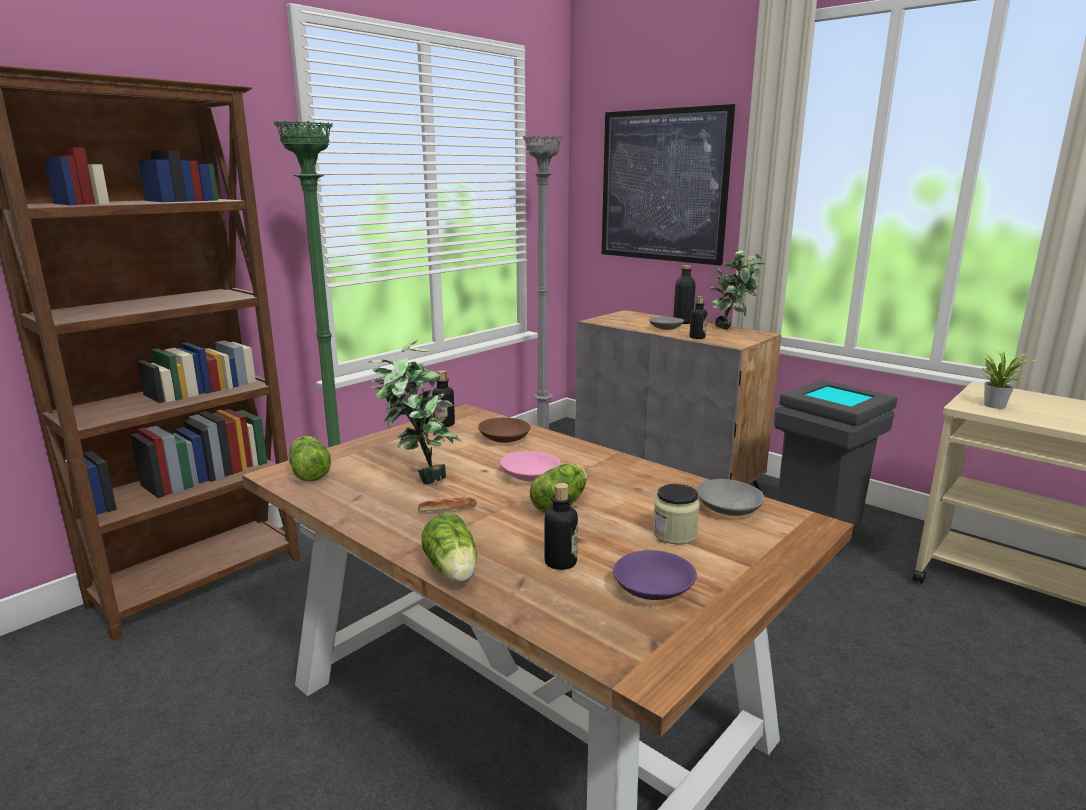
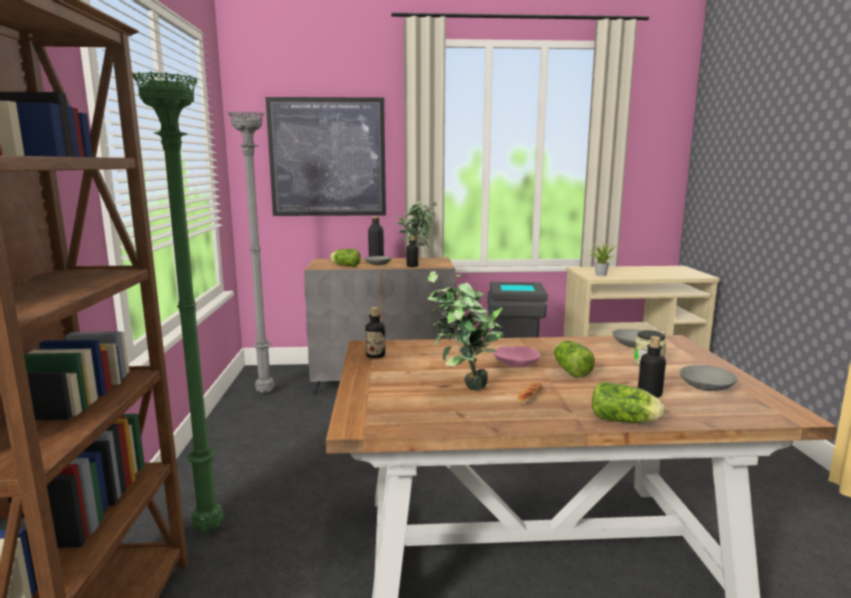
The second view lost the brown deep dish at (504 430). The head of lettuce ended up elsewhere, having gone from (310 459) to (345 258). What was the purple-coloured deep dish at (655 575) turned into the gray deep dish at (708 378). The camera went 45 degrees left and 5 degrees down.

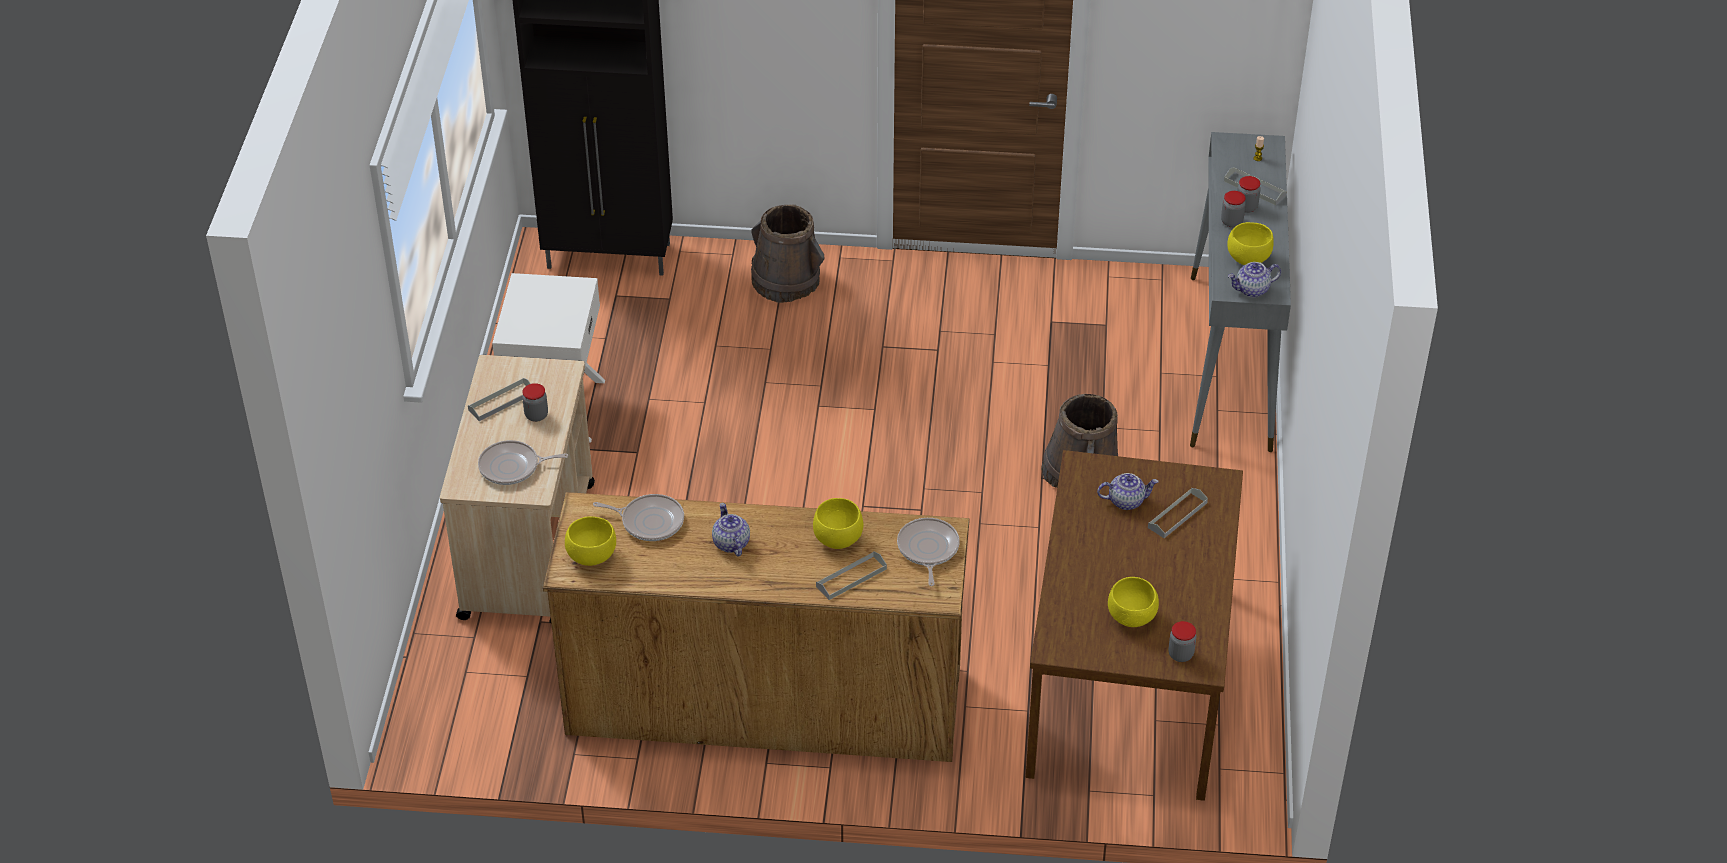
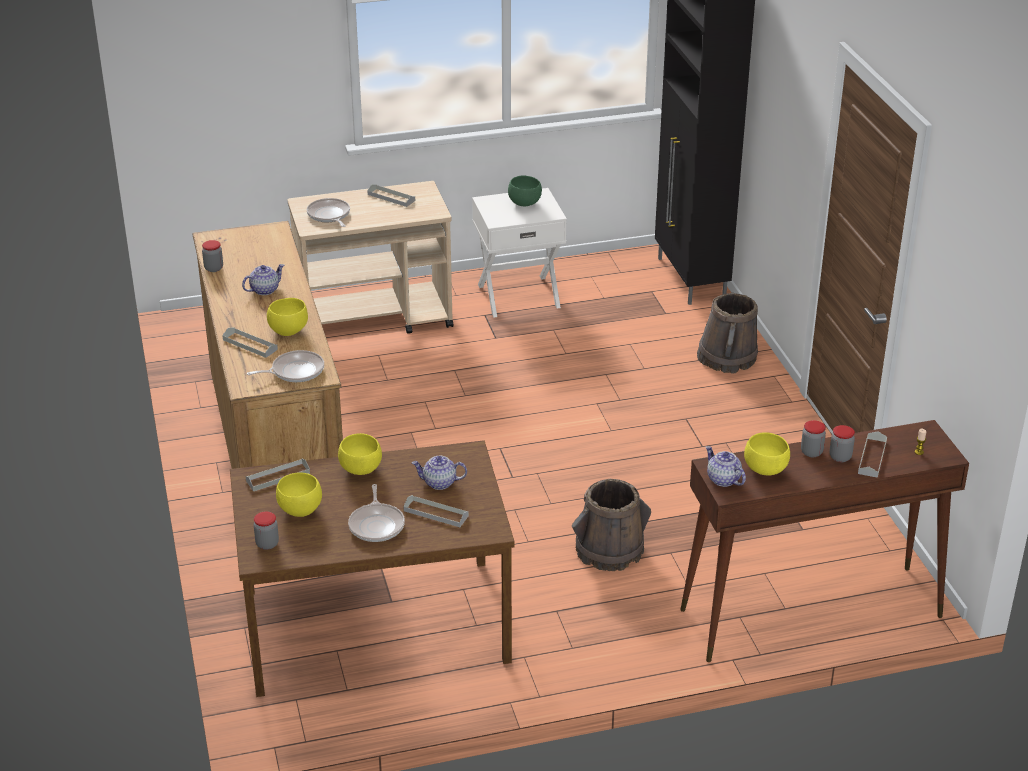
What was the gray hall table at (1240 292) turned into the brown hall table at (824 541). The storage jar ended up elsewhere, having gone from (535 402) to (212 256). The tea pot at (1127 491) ended up facing another way, 120 degrees clockwise from before. The skillet ended up elsewhere, having gone from (638 517) to (376 513). The yellow deep dish ended up elsewhere, having gone from (590 541) to (360 454). The second view gained the green deep dish at (525 191). The second view gained the gray tray at (278 474). The camera went 70 degrees right and 10 degrees down.

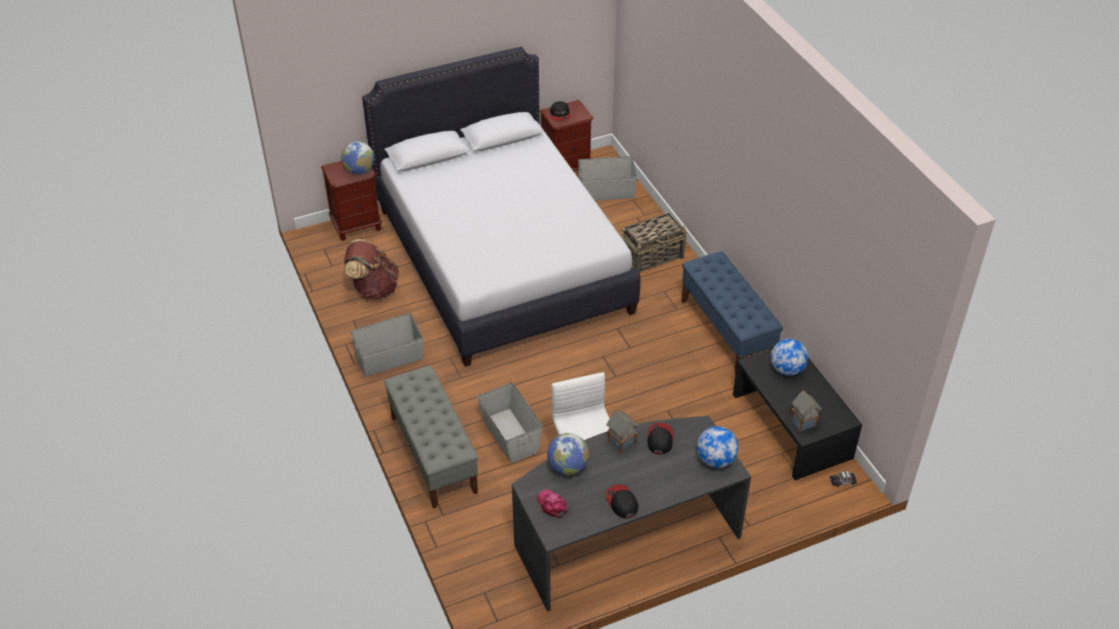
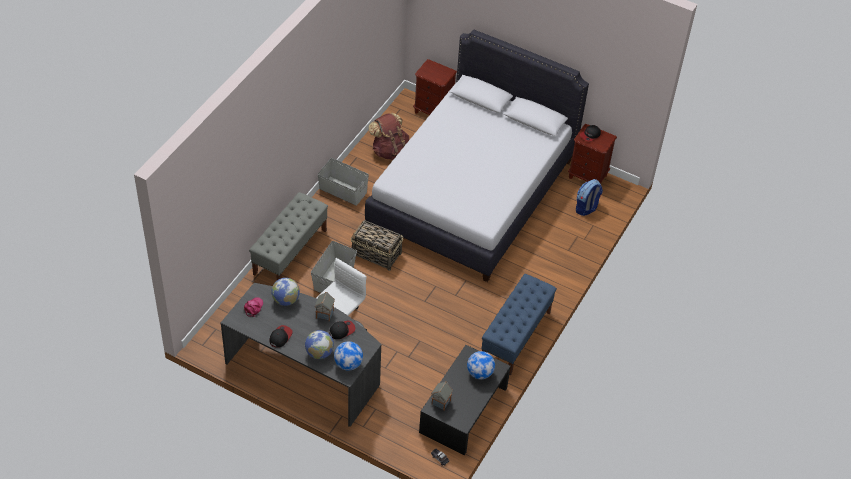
The globe ended up elsewhere, having gone from (358 157) to (319 344). Where the gray storage bin stood at (607 178), the knapsack came to stand at (589 197). The storage basket ended up elsewhere, having gone from (654 242) to (377 245). The camera went 50 degrees right and 5 degrees up.

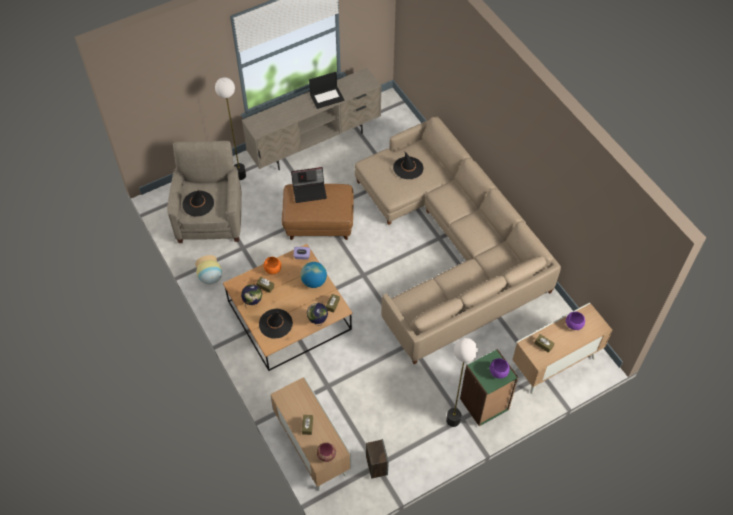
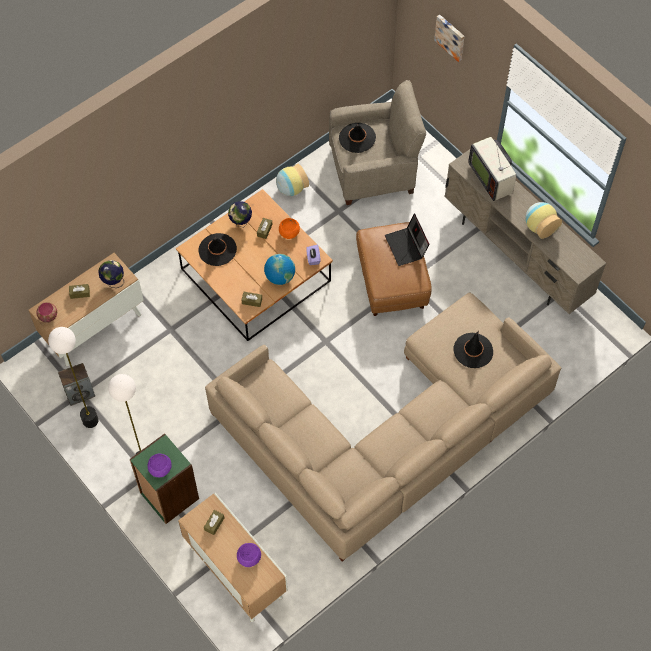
Where the portable computer stood at (326 90), the decorative vase came to stand at (543 220). The standing lamp ended up elsewhere, having gone from (230 128) to (73 377). The globe ended up elsewhere, having gone from (317 314) to (111 274). The second view gained the picture at (449 38). The second view gained the TV at (492 169). The camera went 80 degrees right and 5 degrees up.

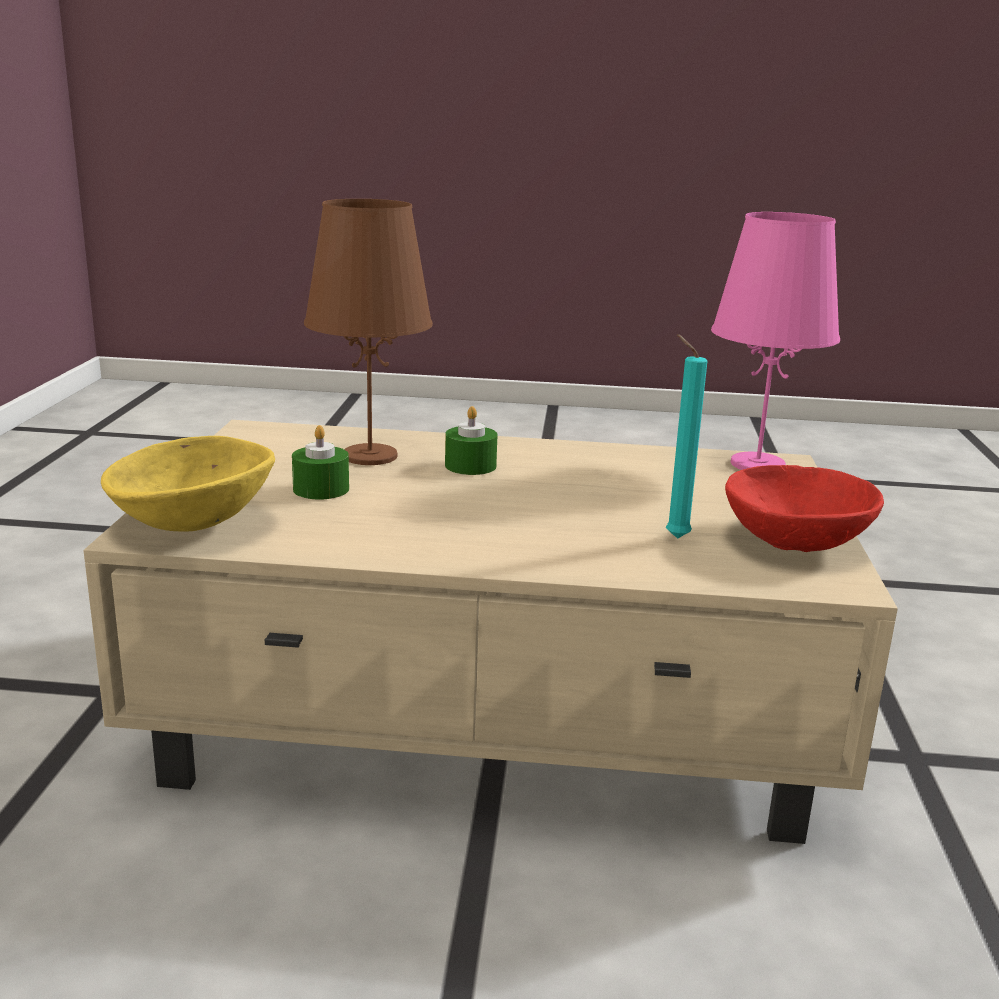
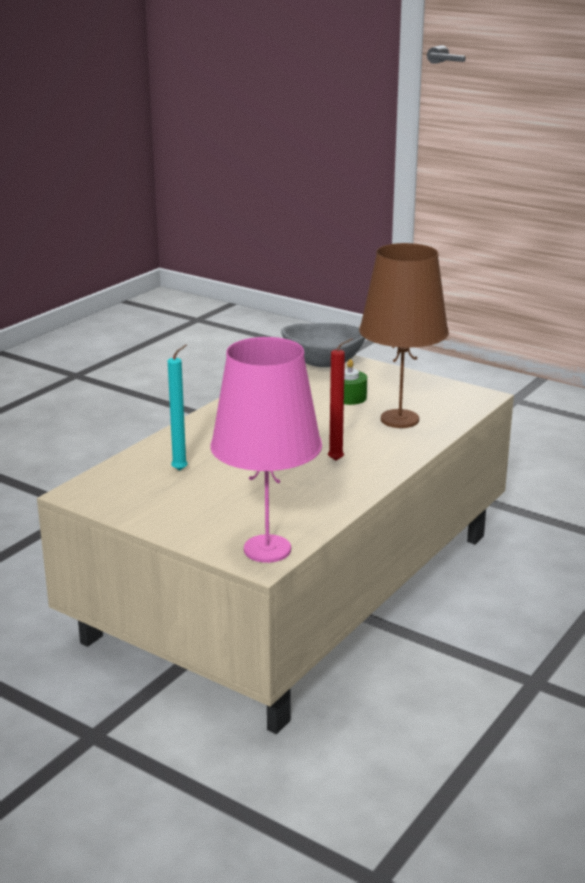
The second view lost the green wax candle at (471 440). What was the yellow deep dish at (188 484) turned into the gray deep dish at (323 345). The second view lost the red-coloured deep dish at (804 508). The second view gained the red-coloured wax candle at (340 400). The camera went 120 degrees right and 5 degrees up.

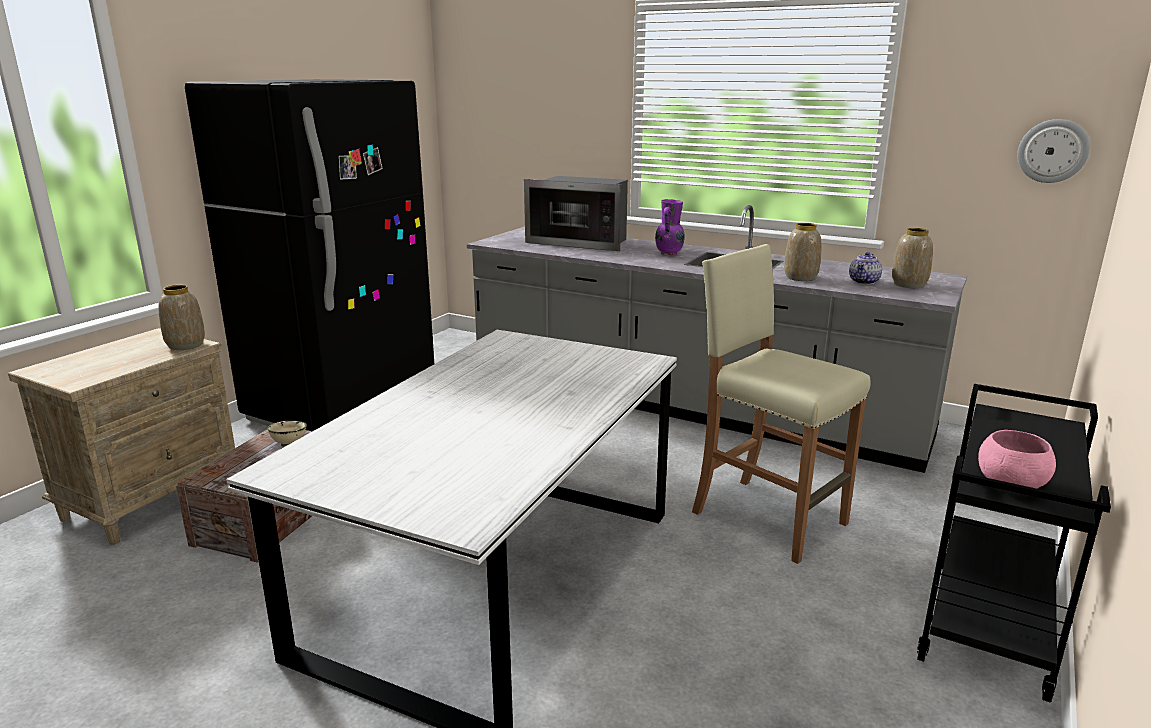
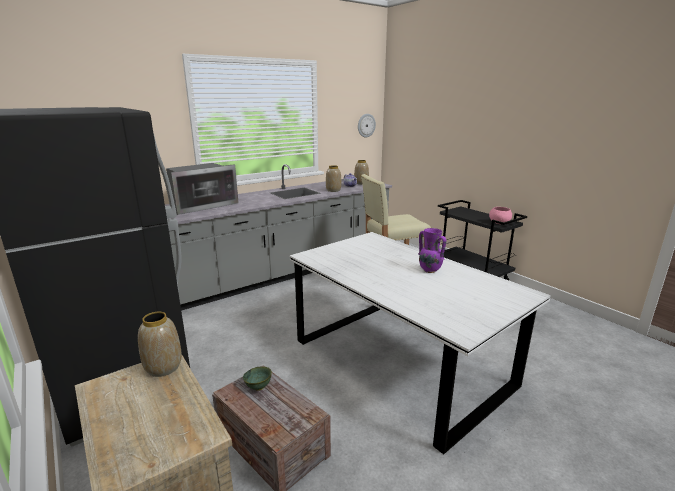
The purple-coloured decorative vase ended up elsewhere, having gone from (670 227) to (432 250). What was the beige-coloured deep dish at (287 434) turned into the green deep dish at (257 379). The camera went 65 degrees left and 0 degrees up.

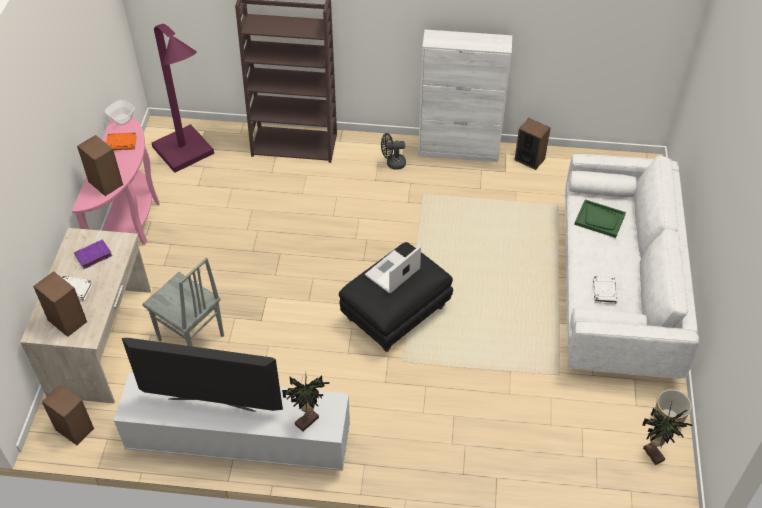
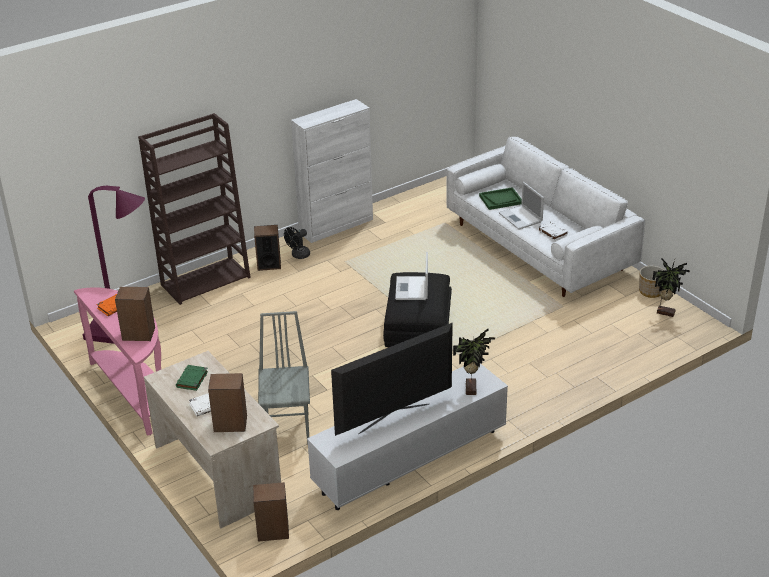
The second view lost the deep dish at (120 112). The audio speaker ended up elsewhere, having gone from (532 144) to (267 248). What was the purple-coloured volume at (93 254) turned into the green volume at (192 378). The gray plain chair at (183 302) ended up facing another way, 90 degrees counterclockwise from before. The second view gained the portable computer at (521 206). The camera went 40 degrees left and 15 degrees down.

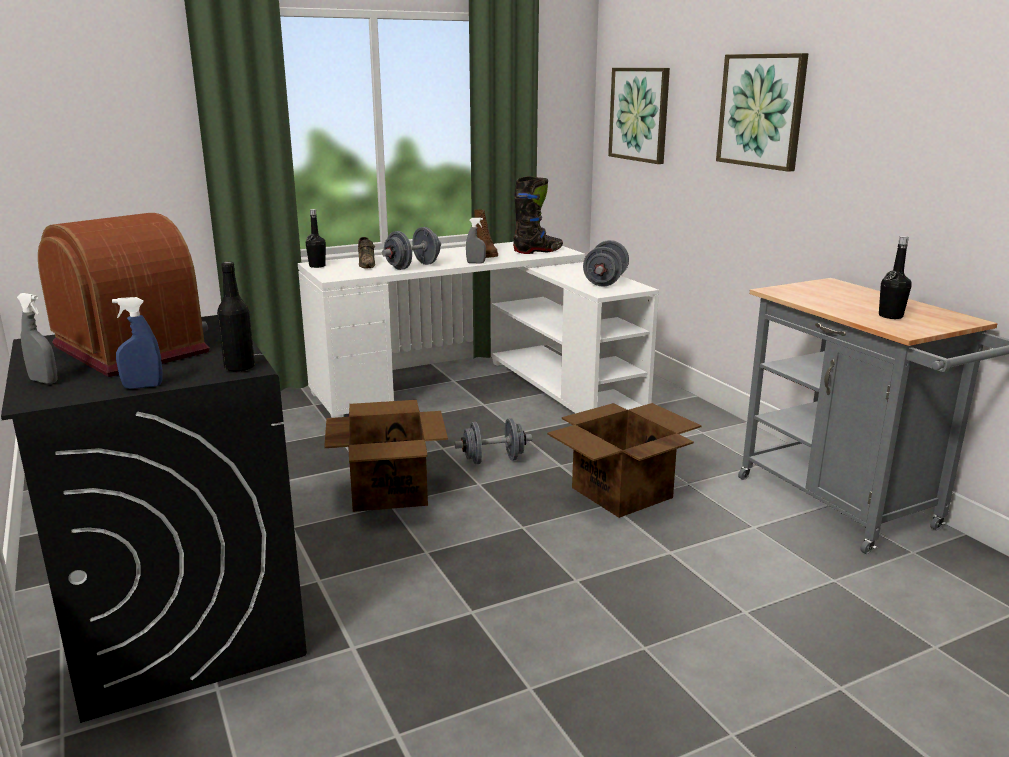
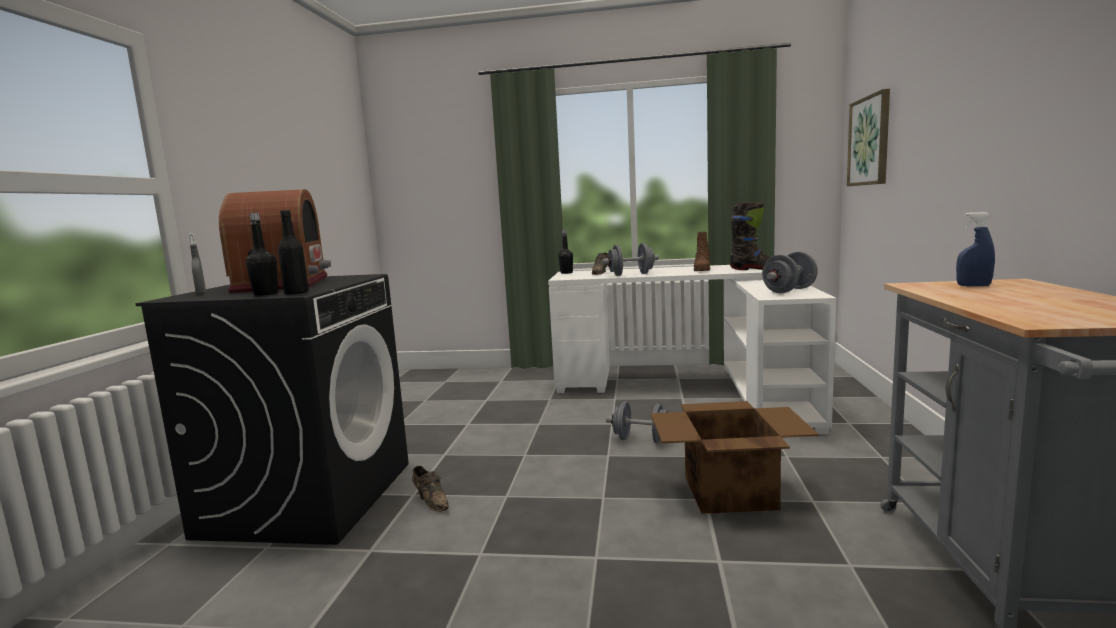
The second view lost the picture at (762 112). The second view lost the gray hand sprayer at (476 240). The blackish drink bottle ended up elsewhere, having gone from (895 277) to (262 254). The blue hand sprayer ended up elsewhere, having gone from (137 343) to (975 249). The second view lost the cardboard box at (386 456). The second view gained the brown item of footwear at (430 489). The camera went 35 degrees right and 10 degrees down.

